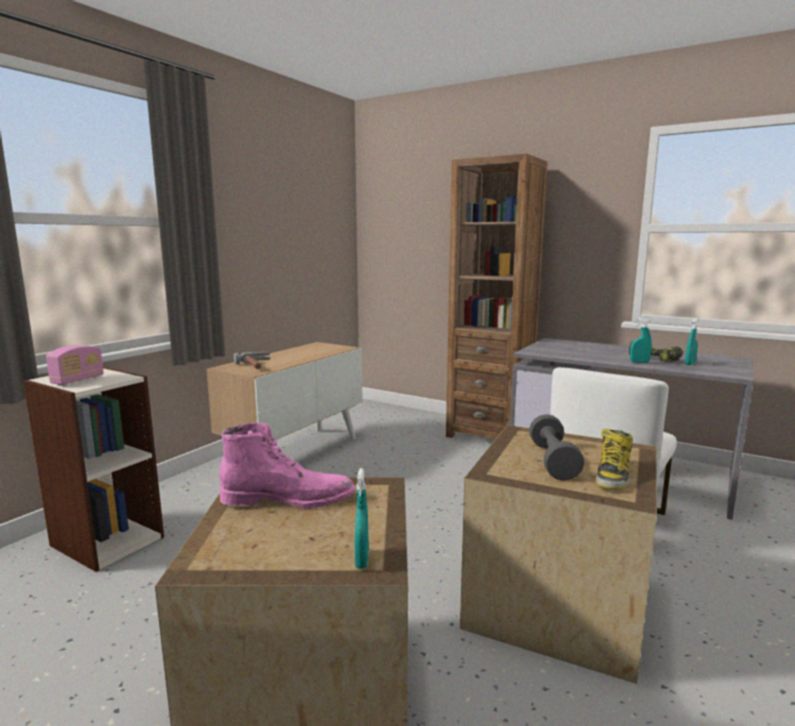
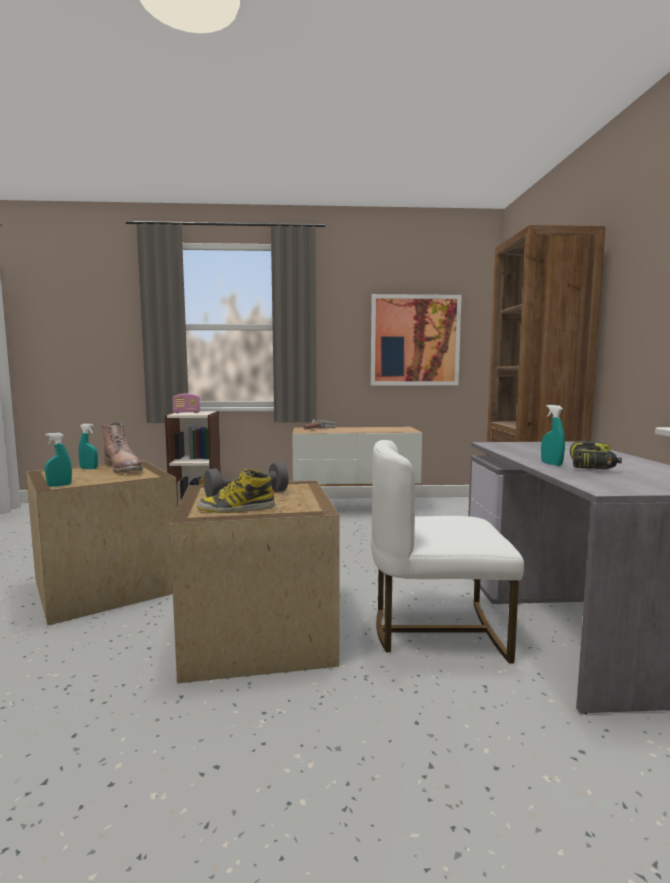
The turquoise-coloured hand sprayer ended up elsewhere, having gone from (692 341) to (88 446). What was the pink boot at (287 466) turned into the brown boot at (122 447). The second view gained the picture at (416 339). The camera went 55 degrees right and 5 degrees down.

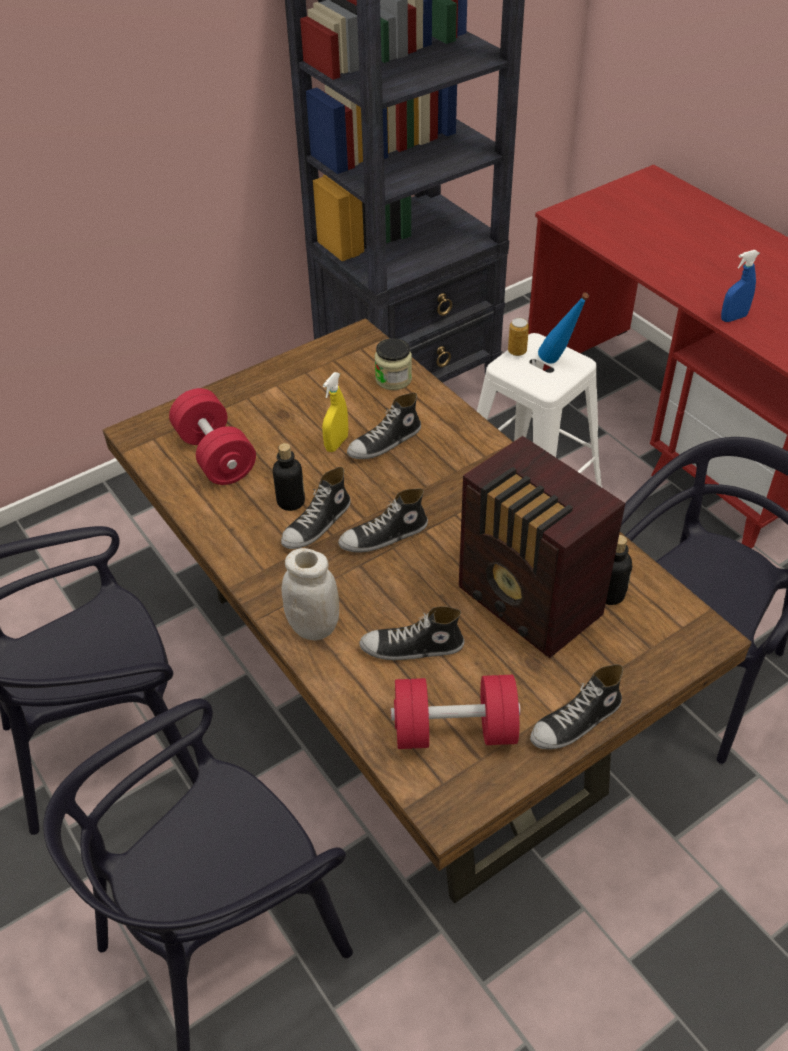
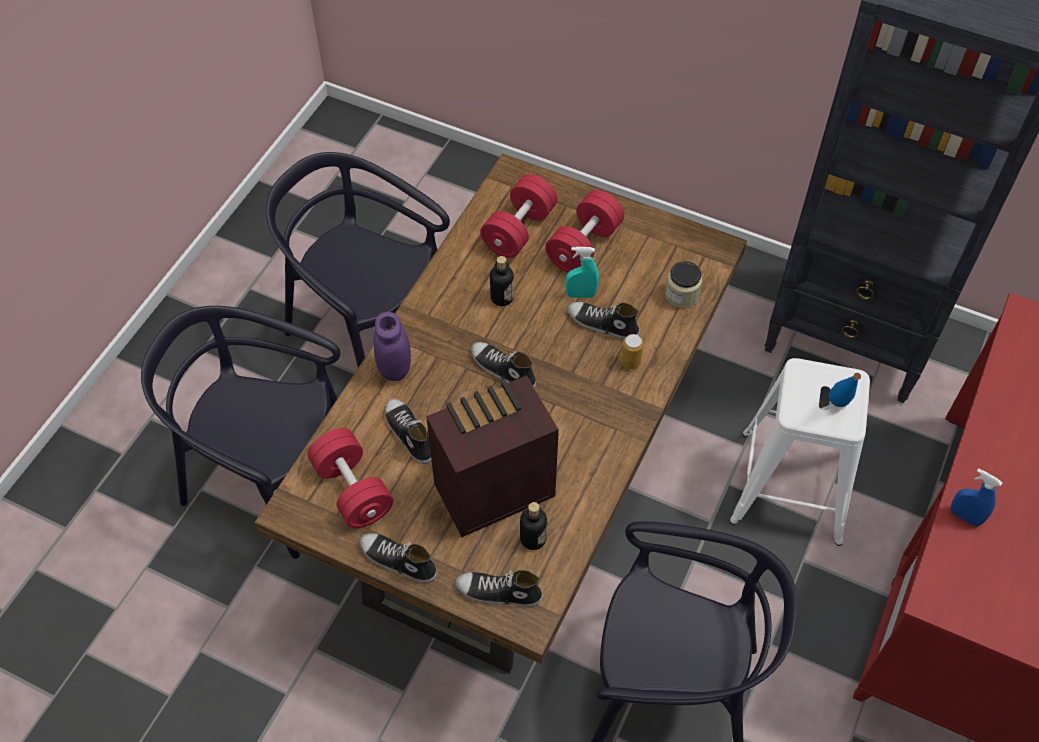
The can ended up elsewhere, having gone from (518 337) to (632 351). What was the yellow hand sprayer at (335 412) turned into the turquoise-coloured hand sprayer at (582 272). The radio receiver at (542 547) ended up facing another way, 45 degrees clockwise from before. The item of footwear ended up elsewhere, having gone from (316 508) to (499 588). What was the whitish storage jar at (310 594) turned into the purple-coloured storage jar at (392 346). The second view gained the red-coloured free weight at (584 231). The camera went 60 degrees right and 10 degrees up.

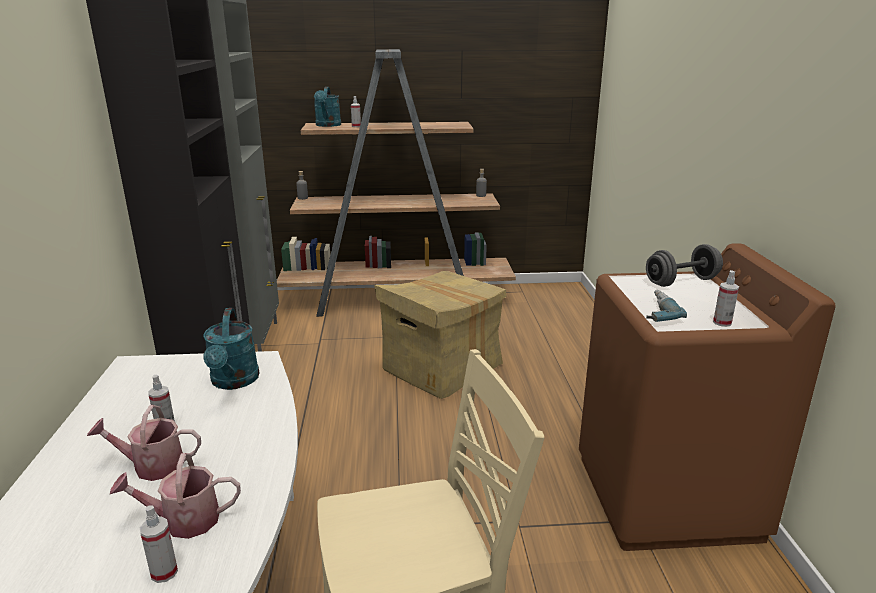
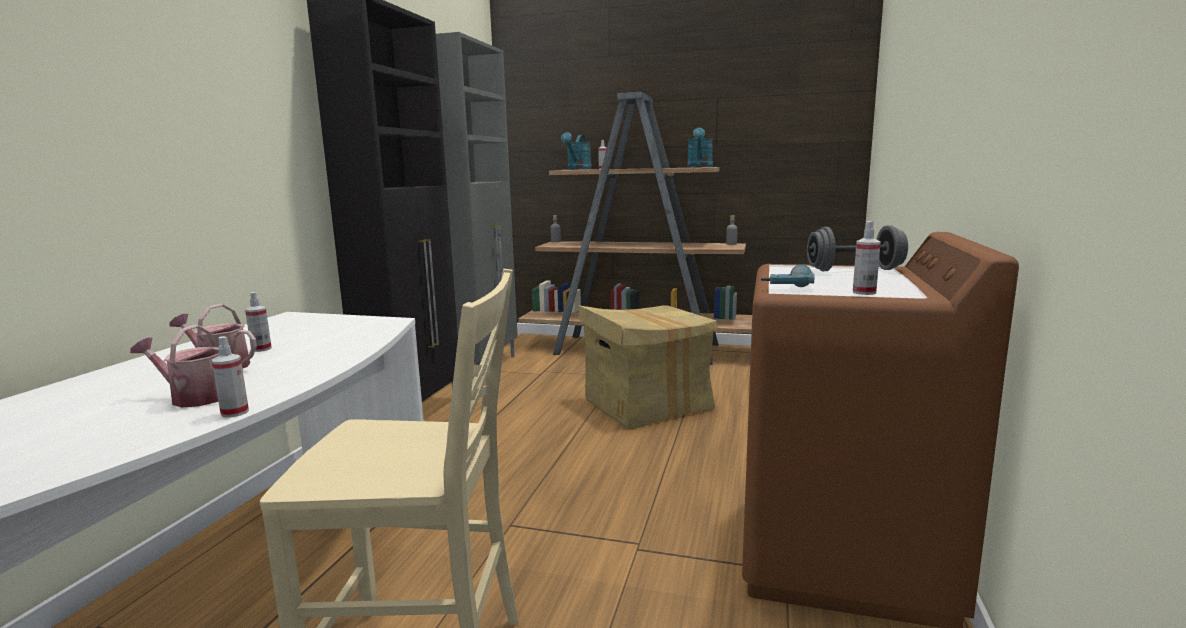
The turquoise-coloured watering can ended up elsewhere, having gone from (231 349) to (700 147). The hand sprayer ended up elsewhere, having gone from (159 544) to (230 377). The camera went 20 degrees right and 10 degrees down.

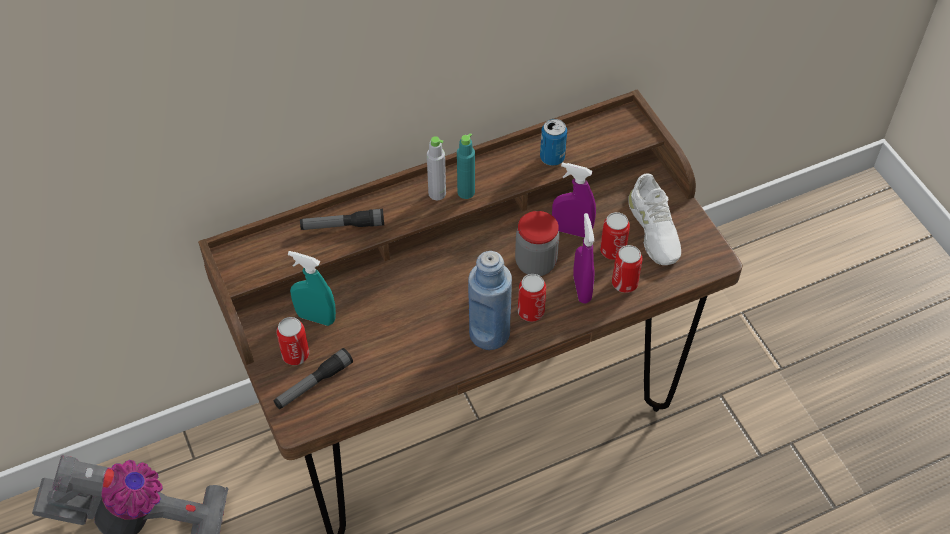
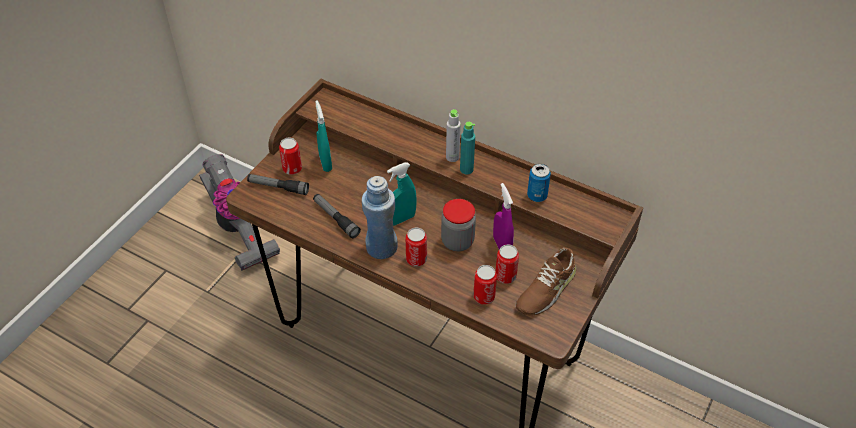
What was the whitish item of footwear at (654 219) turned into the brown item of footwear at (546 281). The torch ended up elsewhere, having gone from (342 219) to (337 216). The second view lost the purple-coloured hand sprayer at (584 258). The second view gained the turquoise-coloured hand sprayer at (402 194). The camera went 55 degrees right and 5 degrees down.

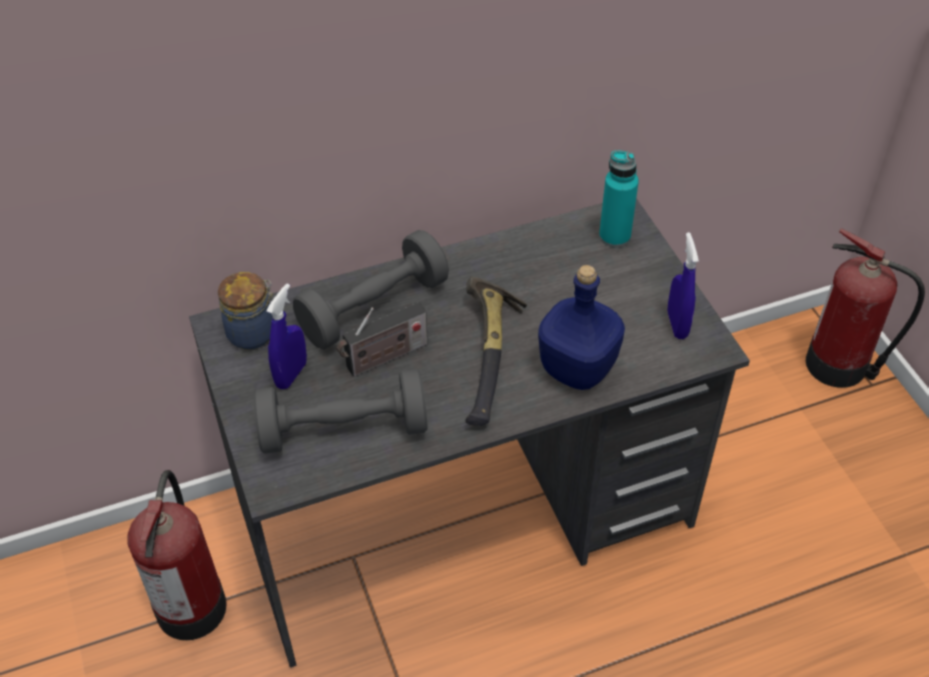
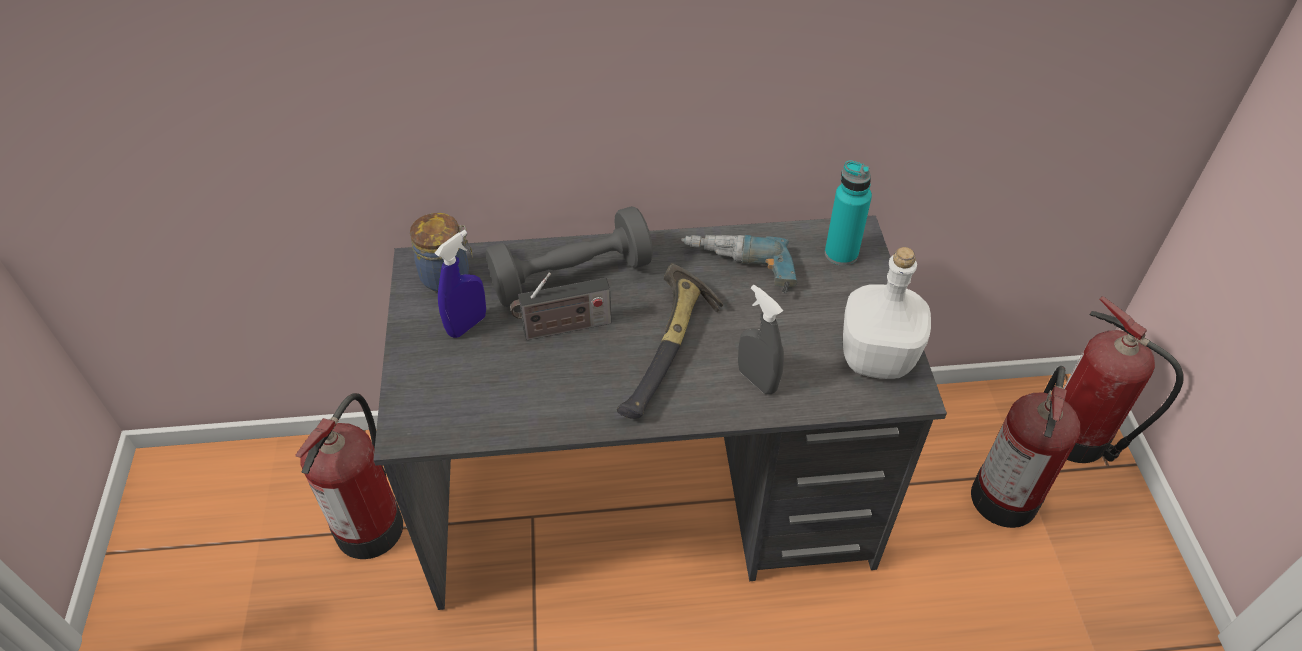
Where the blue hand sprayer stood at (683 285), the whitish drink bottle came to stand at (887 313). Where the blue drink bottle stood at (581 327), the gray hand sprayer came to stand at (761 340). The second view lost the gray free weight at (340 411). The second view gained the drill at (739 264). The second view gained the fire-fighting cylinder at (1025 447). The camera went 15 degrees right and 0 degrees up.

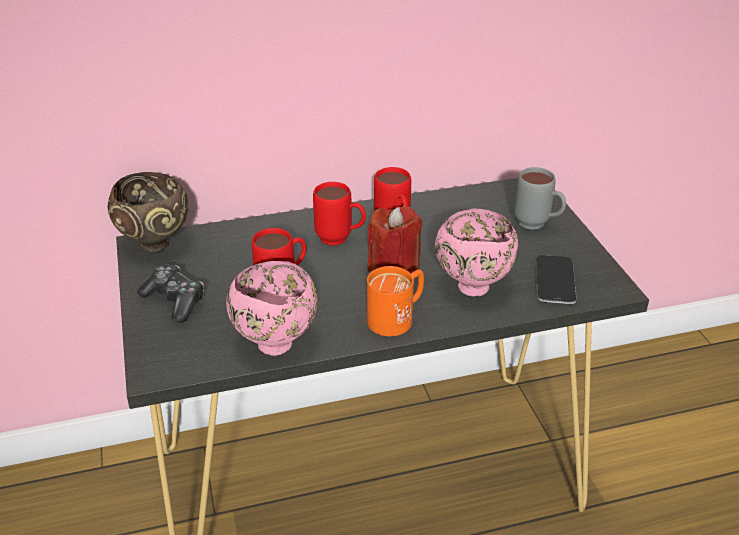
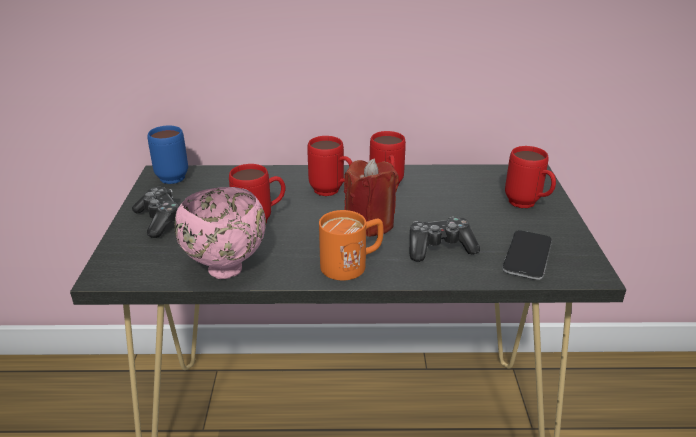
What was the gray mug at (540 198) turned into the red-coloured mug at (530 177). Where the brown deep dish stood at (148 212), the blue mug came to stand at (168 155). Where the pink deep dish stood at (476 252), the game controller came to stand at (444 239). The camera went 15 degrees right and 5 degrees down.

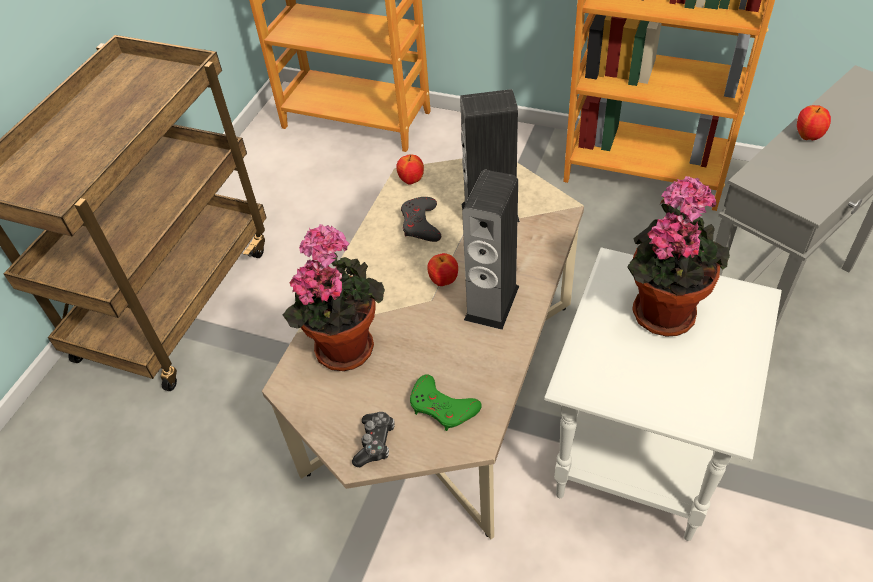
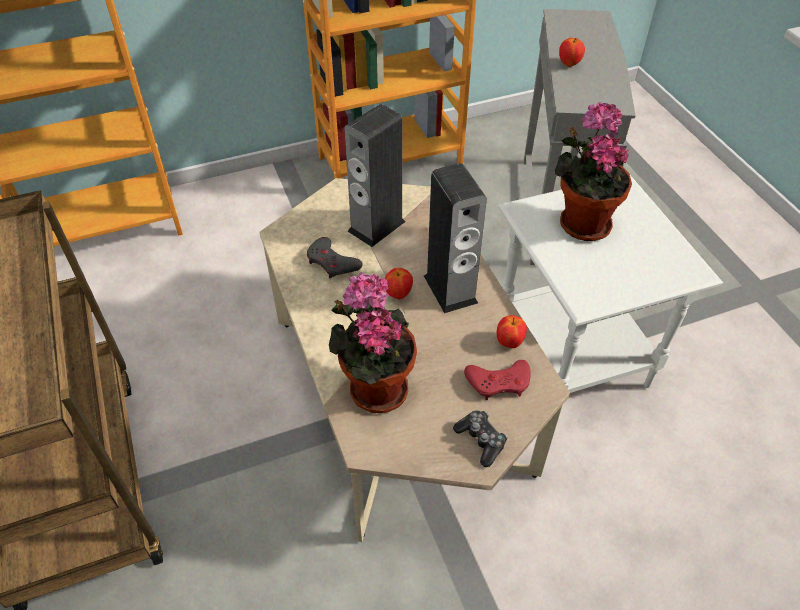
The whole apple ended up elsewhere, having gone from (410 169) to (512 331). What was the green game controller at (446 402) turned into the red-coloured game controller at (497 380). The camera went 45 degrees left and 0 degrees up.

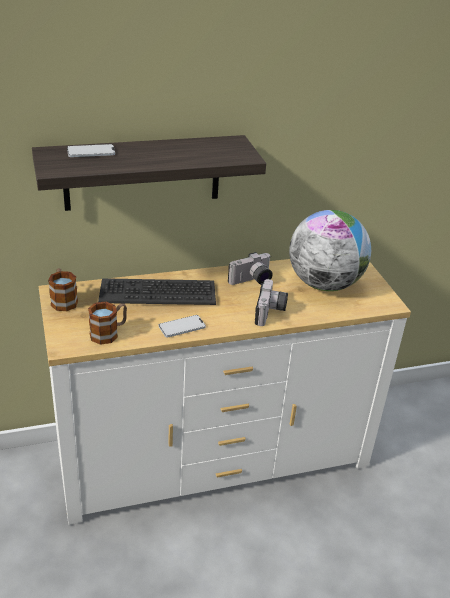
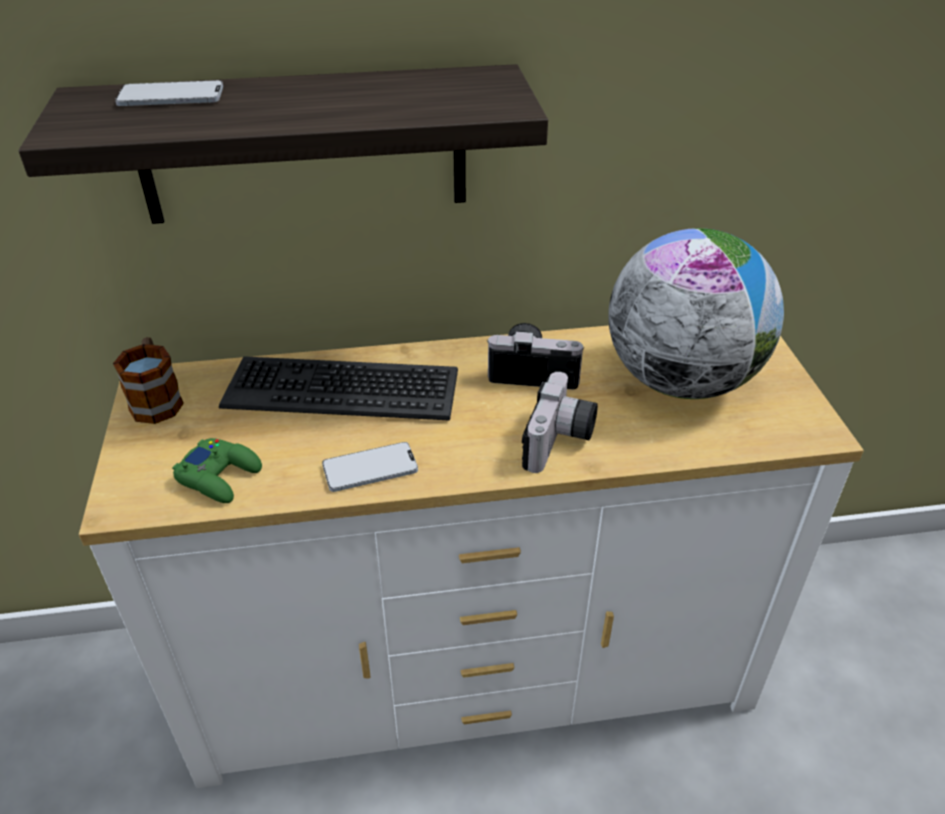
The still camera at (250 268) ended up facing another way, 150 degrees counterclockwise from before. Where the mug stood at (107 323), the green game controller came to stand at (217 470). The camera went 10 degrees right and 5 degrees up.

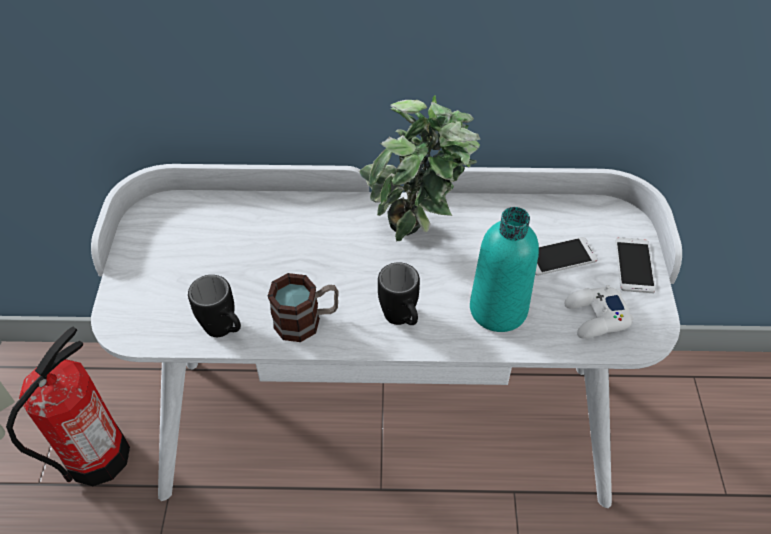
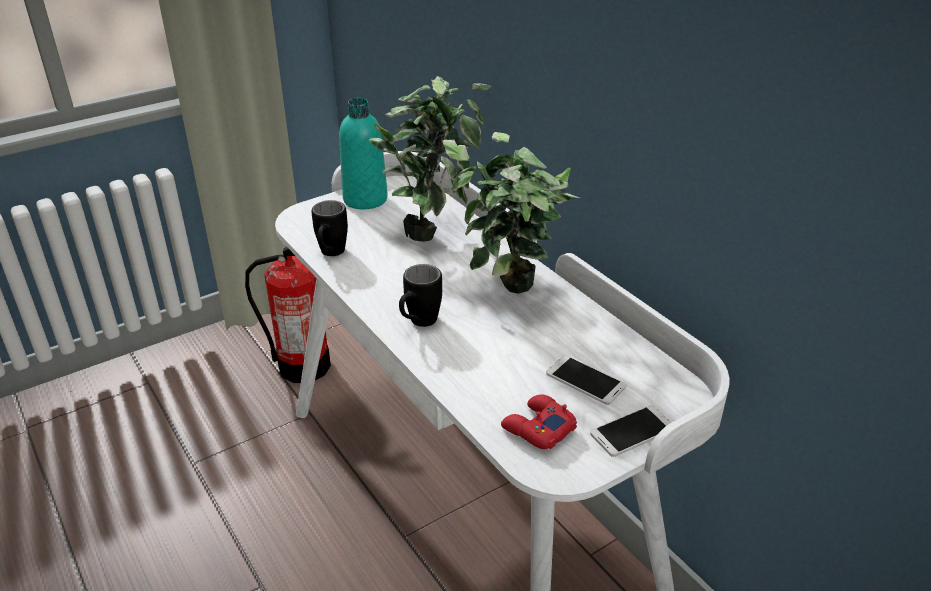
The turquoise-coloured drink bottle ended up elsewhere, having gone from (504 269) to (363 153). The second view lost the mug at (303 307). What was the whitish game controller at (599 312) turned into the red-coloured game controller at (539 421). The second view gained the potted plant at (430 159). The camera went 55 degrees right and 15 degrees down.

